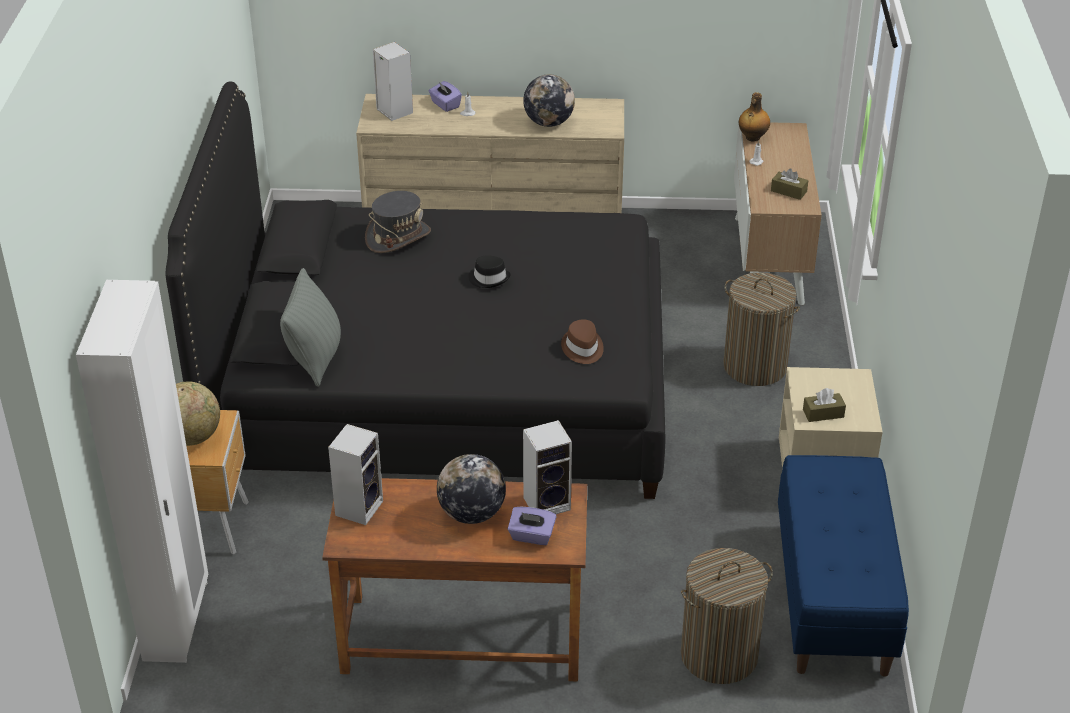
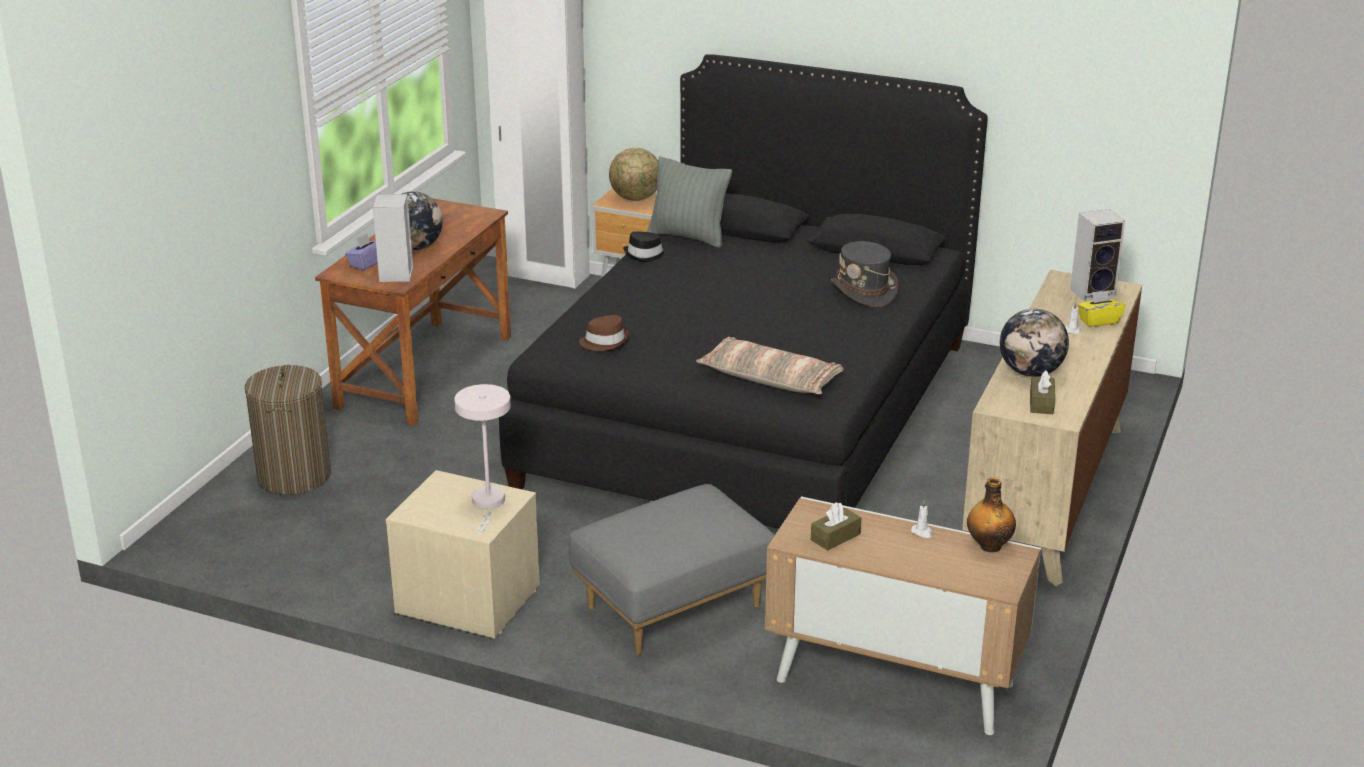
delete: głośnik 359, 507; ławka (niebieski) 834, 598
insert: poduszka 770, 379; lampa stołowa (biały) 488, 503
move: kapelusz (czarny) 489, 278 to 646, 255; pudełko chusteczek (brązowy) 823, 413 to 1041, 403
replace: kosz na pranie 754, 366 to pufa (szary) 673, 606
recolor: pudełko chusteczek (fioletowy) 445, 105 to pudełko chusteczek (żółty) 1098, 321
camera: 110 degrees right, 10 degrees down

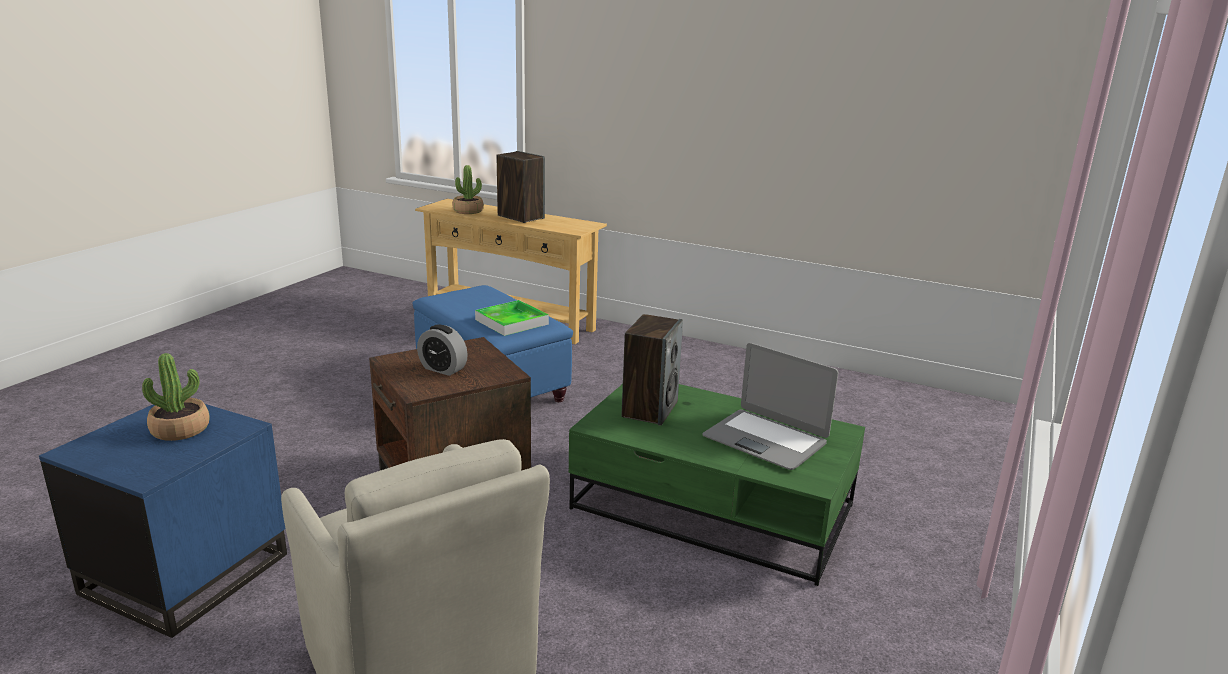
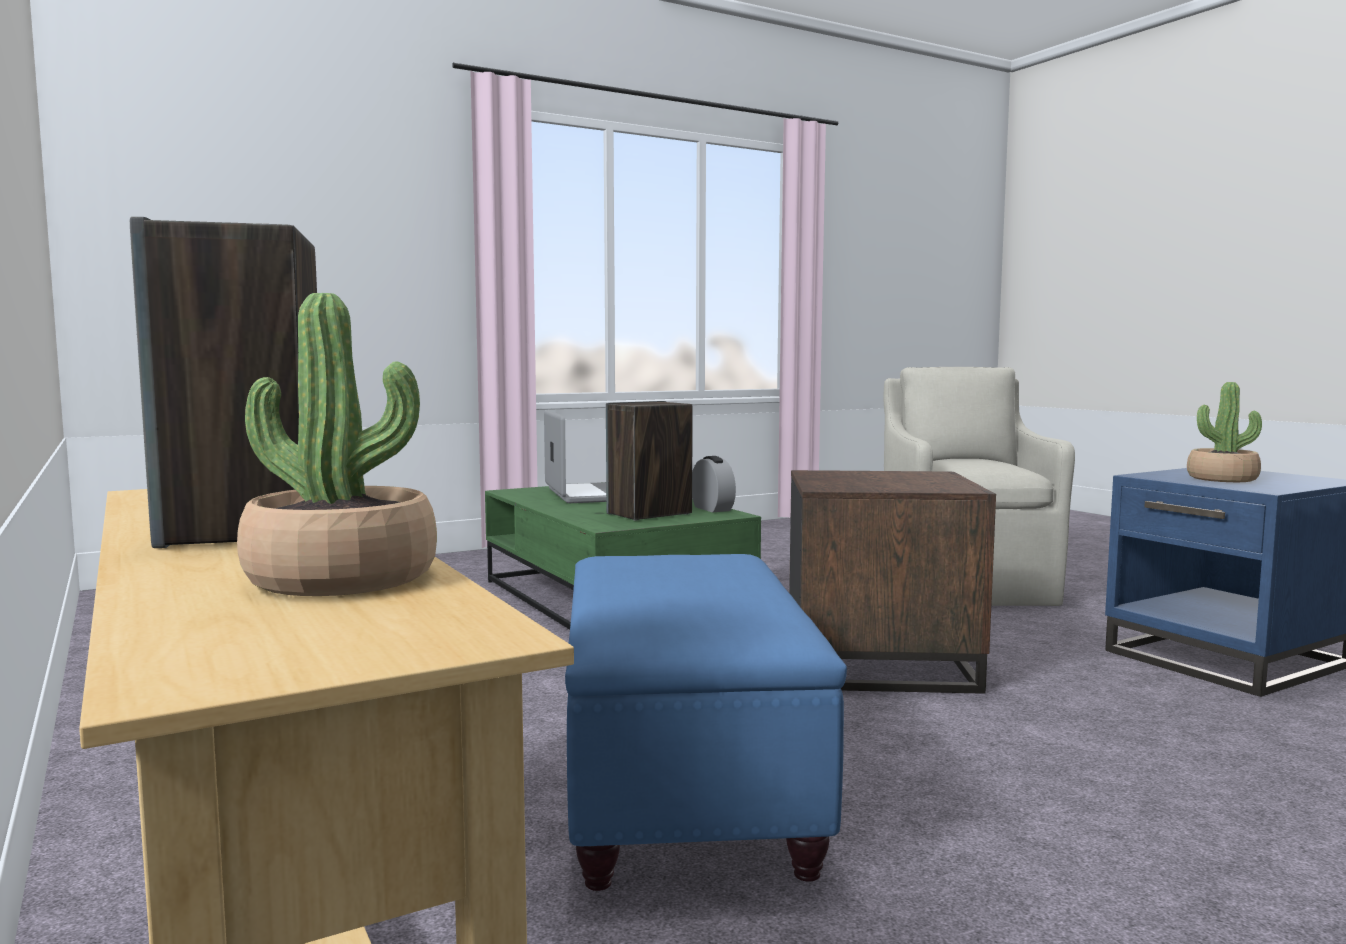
delete: taca 511, 322
move: budzik 443, 369 to 712, 509
camera: 145 degrees left, 15 degrees down

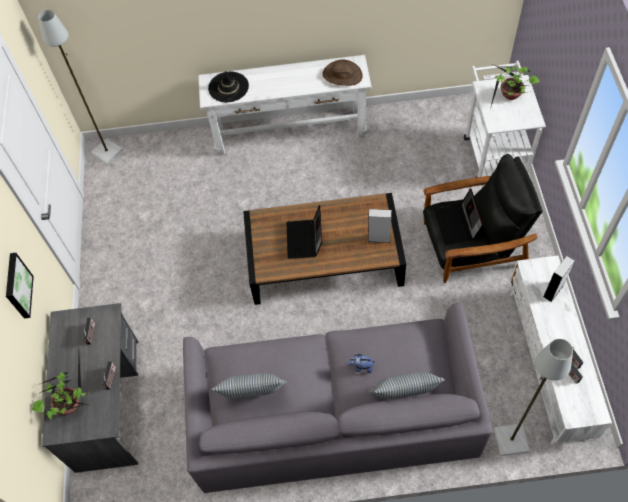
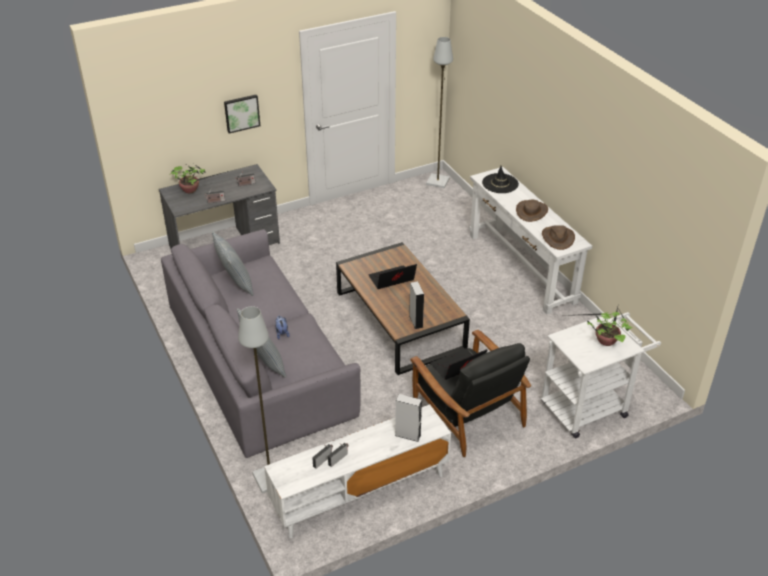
insert: kapelusz (brązowy) 531, 211
camera: 65 degrees right, 20 degrees down

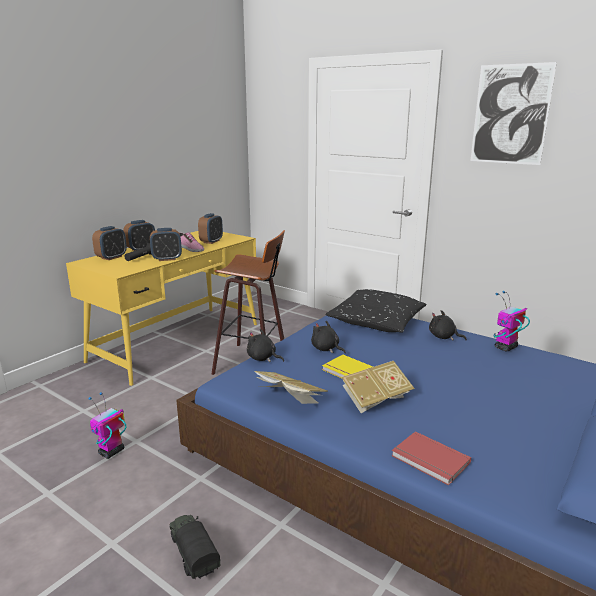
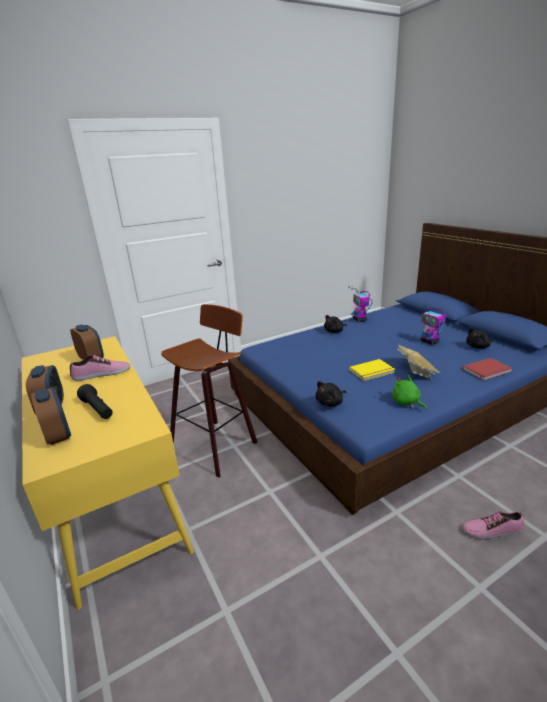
delete: obraz 510, 114; budzik 167, 259; poduszka (czarny) 376, 320
move: pluszak (czarny) 326, 349 to 478, 346; robot zabawkowy 111, 452 to 429, 342
replace: książka 289, 400 to pluszak (zielony) 407, 402; ciężarówka zabawkowa 193, 554 to but 491, 529
camera: 65 degrees left, 5 degrees up

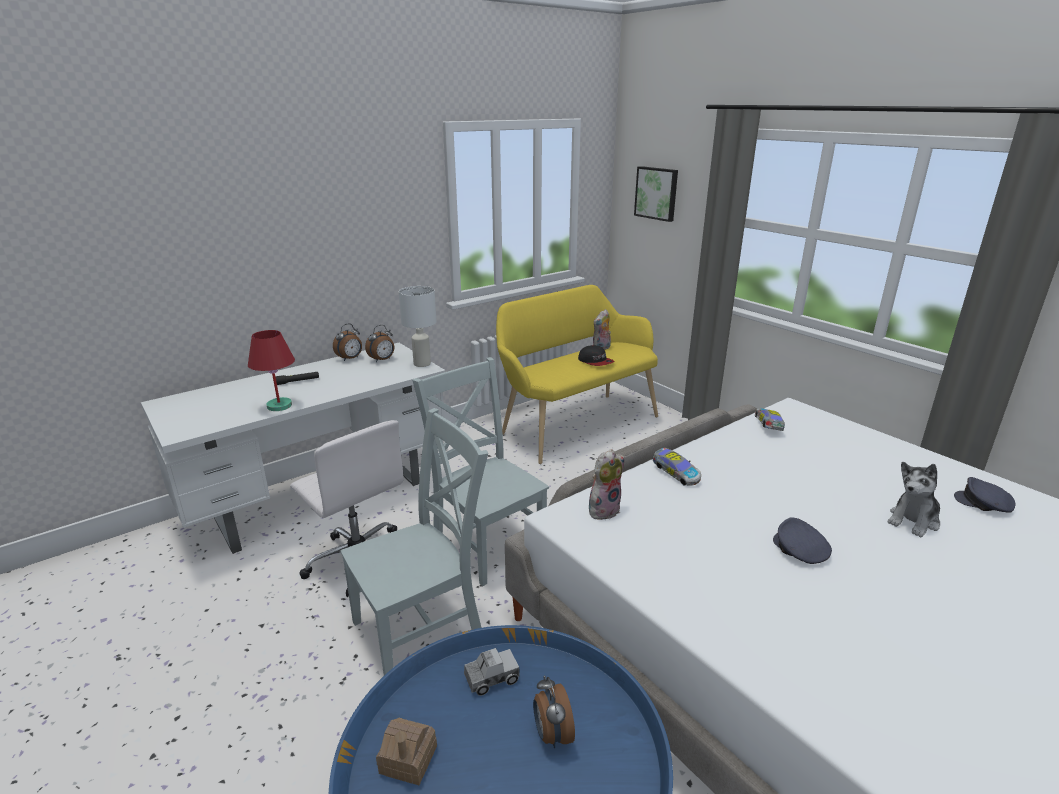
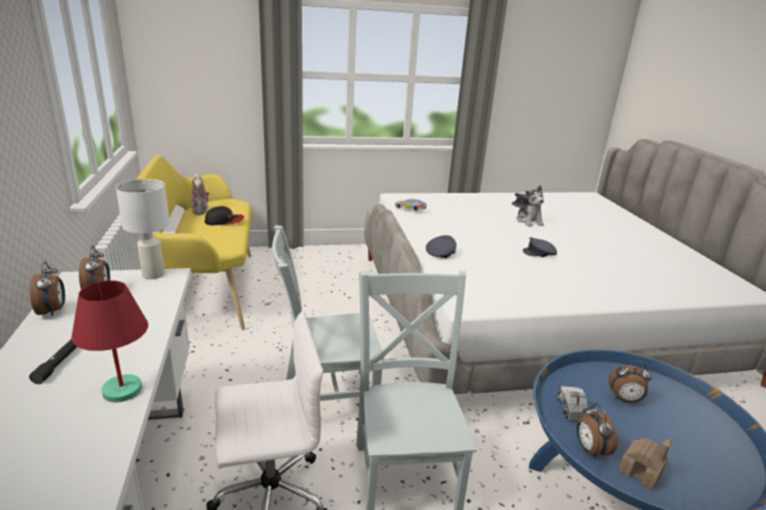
delete: obraz 657, 193; pluszak 603, 509
insert: budzik 589, 450
replace: samochodzik 674, 474 to czapka z daszkiem (szary) 440, 253
camera: 65 degrees left, 0 degrees up

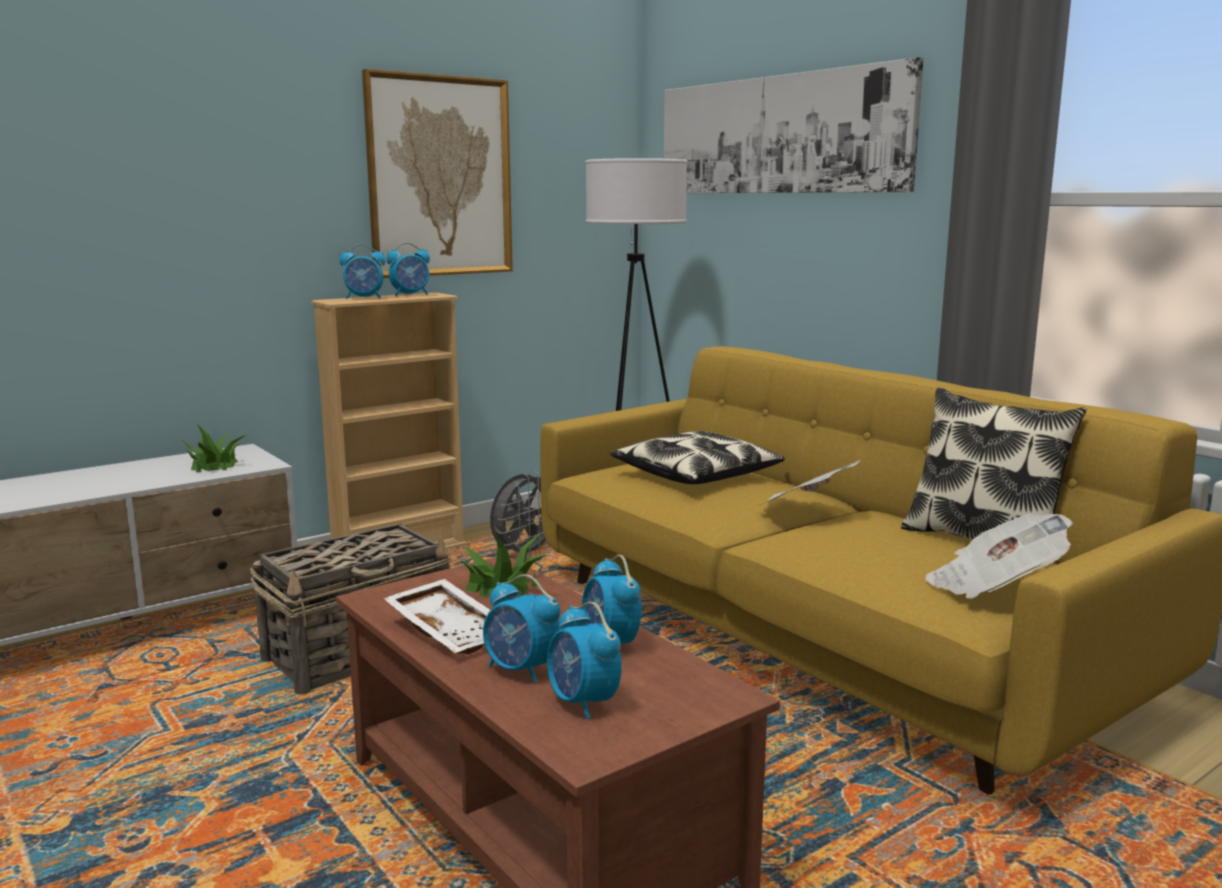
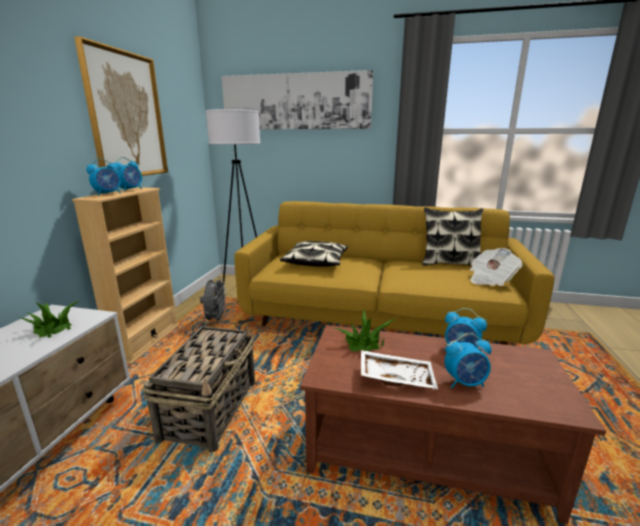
delete: gazeta 806, 509; budzik 583, 703
camera: 40 degrees left, 5 degrees up

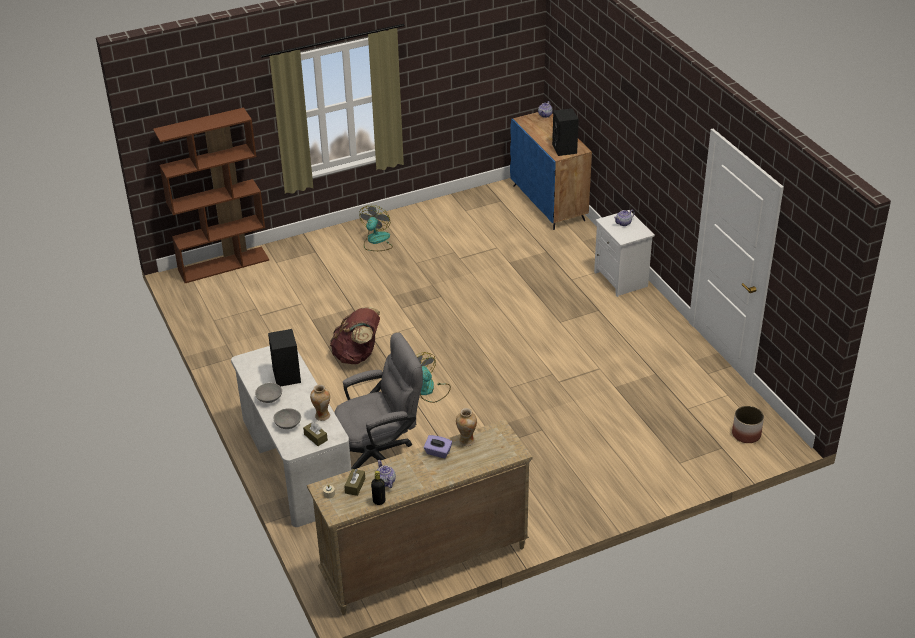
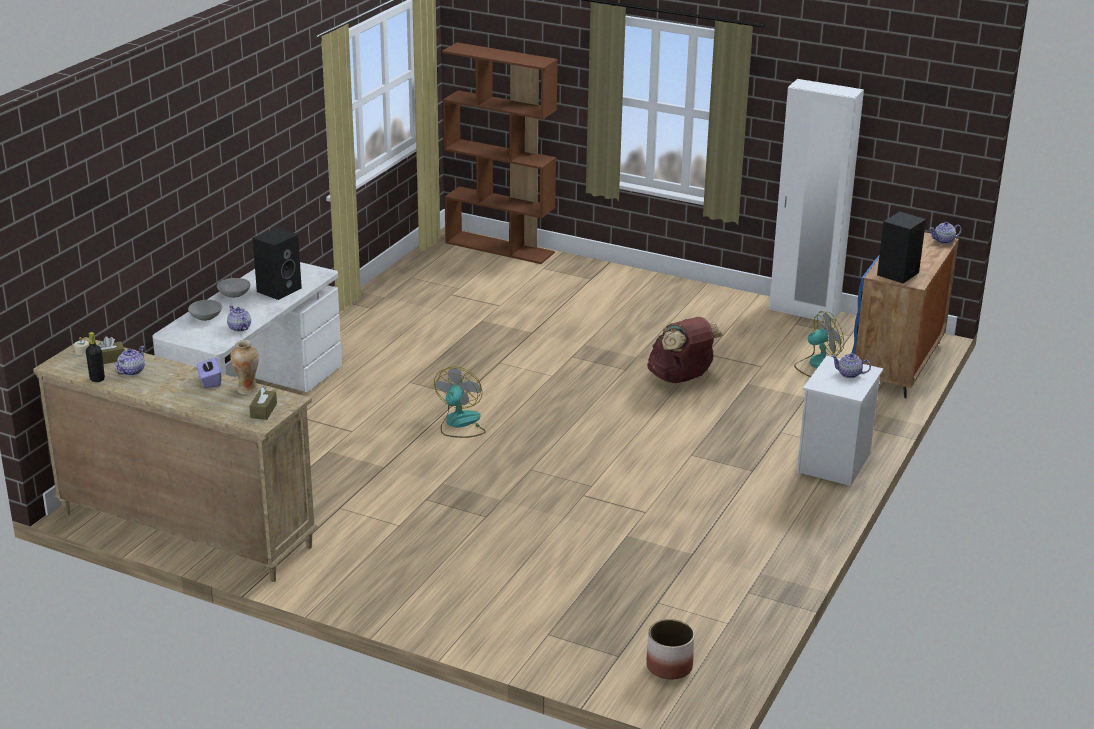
delete: krzesło biurowe (szary) 380, 454
insert: szafa (biały) 804, 311
move: wentylator 376, 241 to 818, 365; plecak (brązowy) 357, 355 to 681, 378; pudełko chusteczek (brązowy) 315, 437 to 263, 411
replace: wazon 322, 416 to imbryk 239, 328
camera: 50 degrees right, 10 degrees down

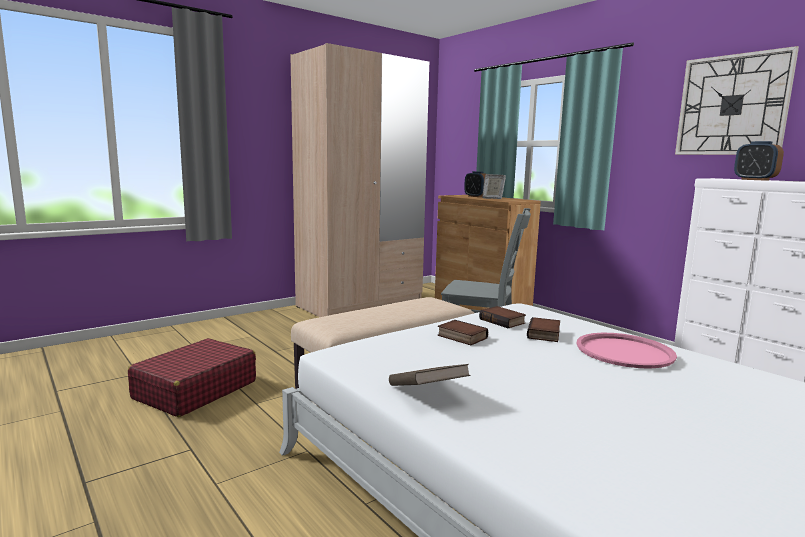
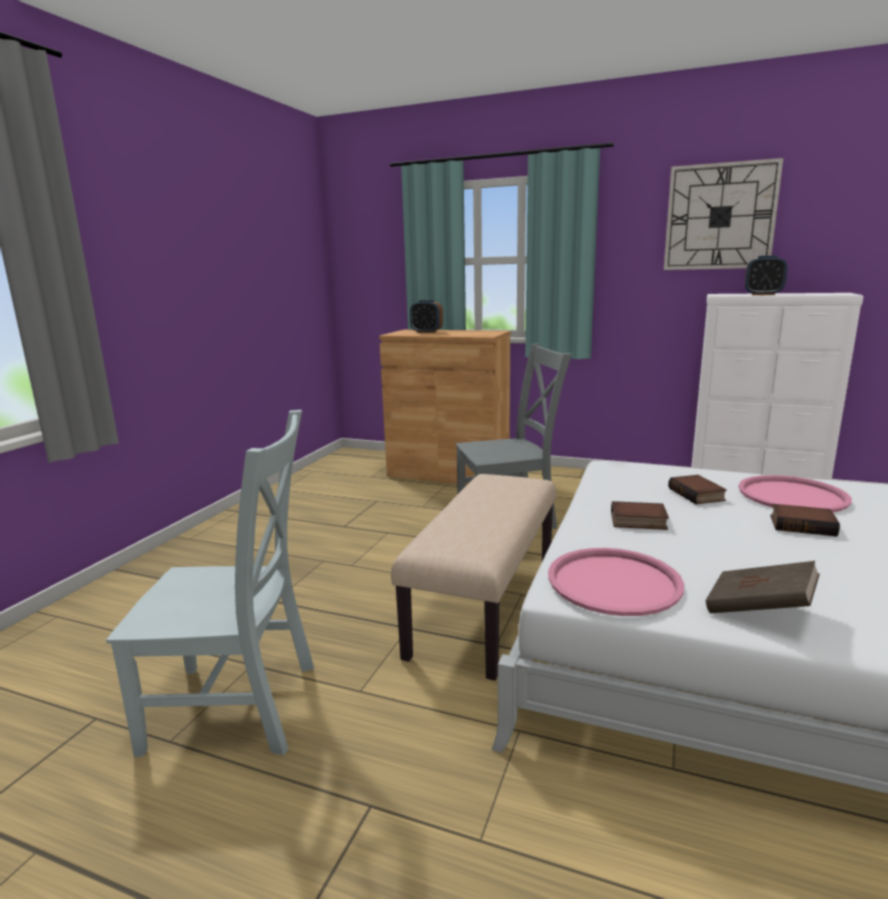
delete: szafa (beżowy) 360, 305; ramka na zdjęcie 492, 198
insert: taca (różowy) 613, 582
move: książka 503, 321 to 803, 525
replace: walizka (czerwony) 195, 390 to krzesło (szary) 240, 707
camera: 30 degrees left, 5 degrees up

